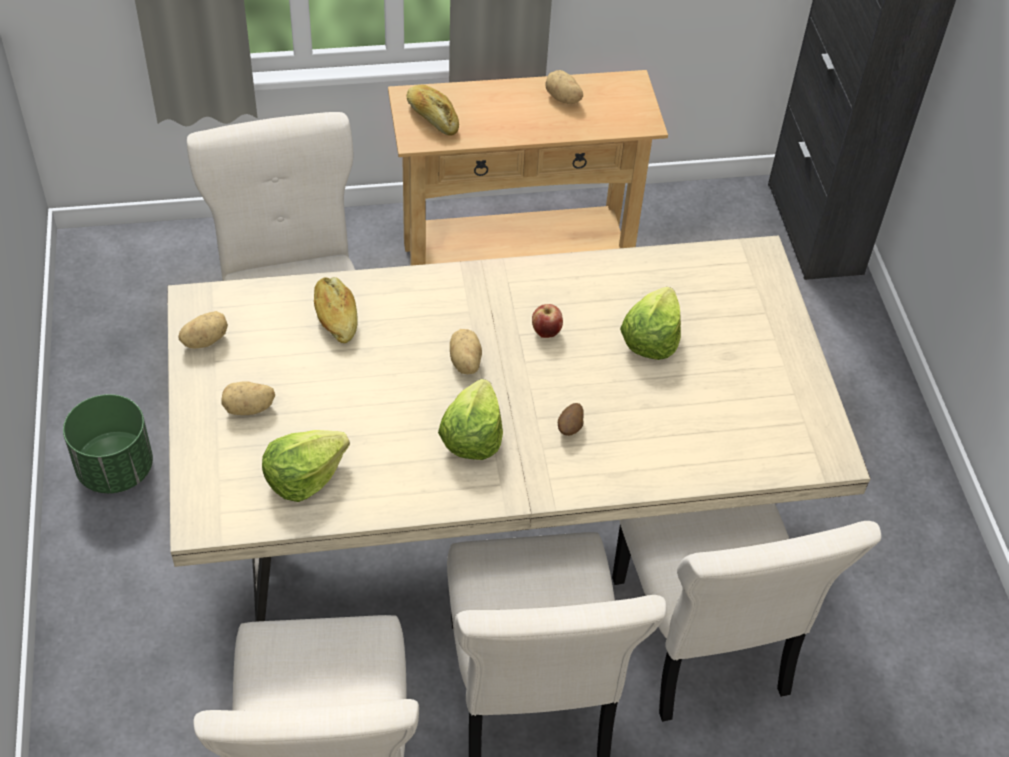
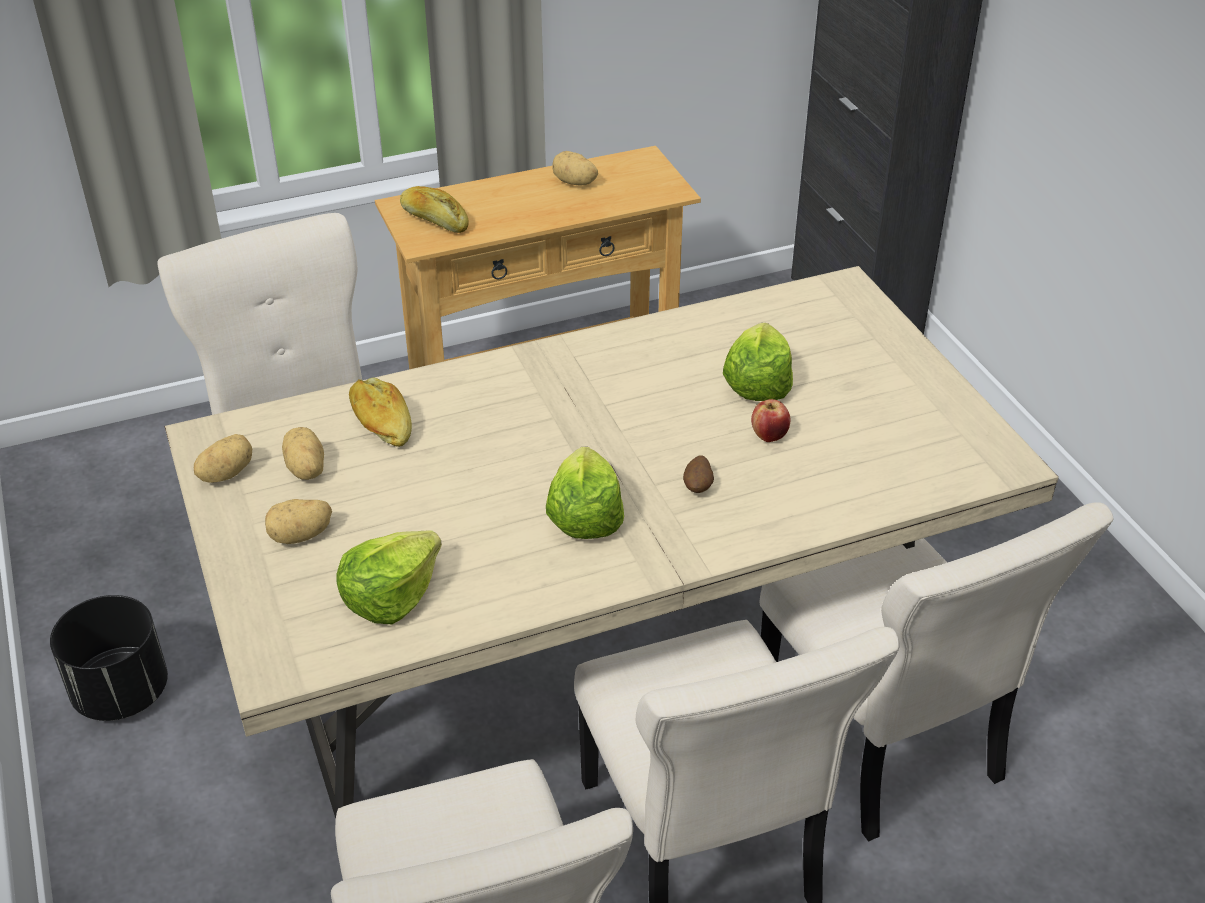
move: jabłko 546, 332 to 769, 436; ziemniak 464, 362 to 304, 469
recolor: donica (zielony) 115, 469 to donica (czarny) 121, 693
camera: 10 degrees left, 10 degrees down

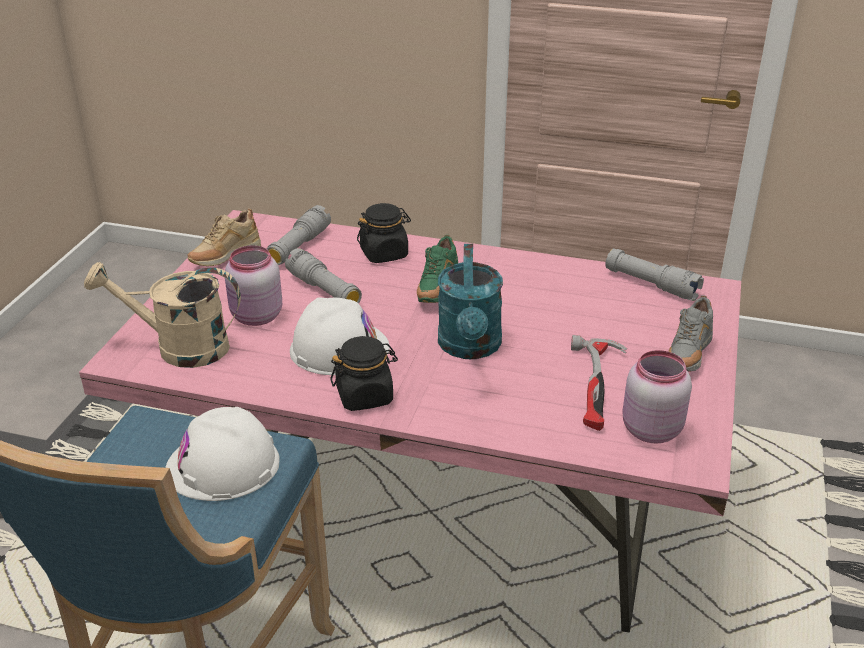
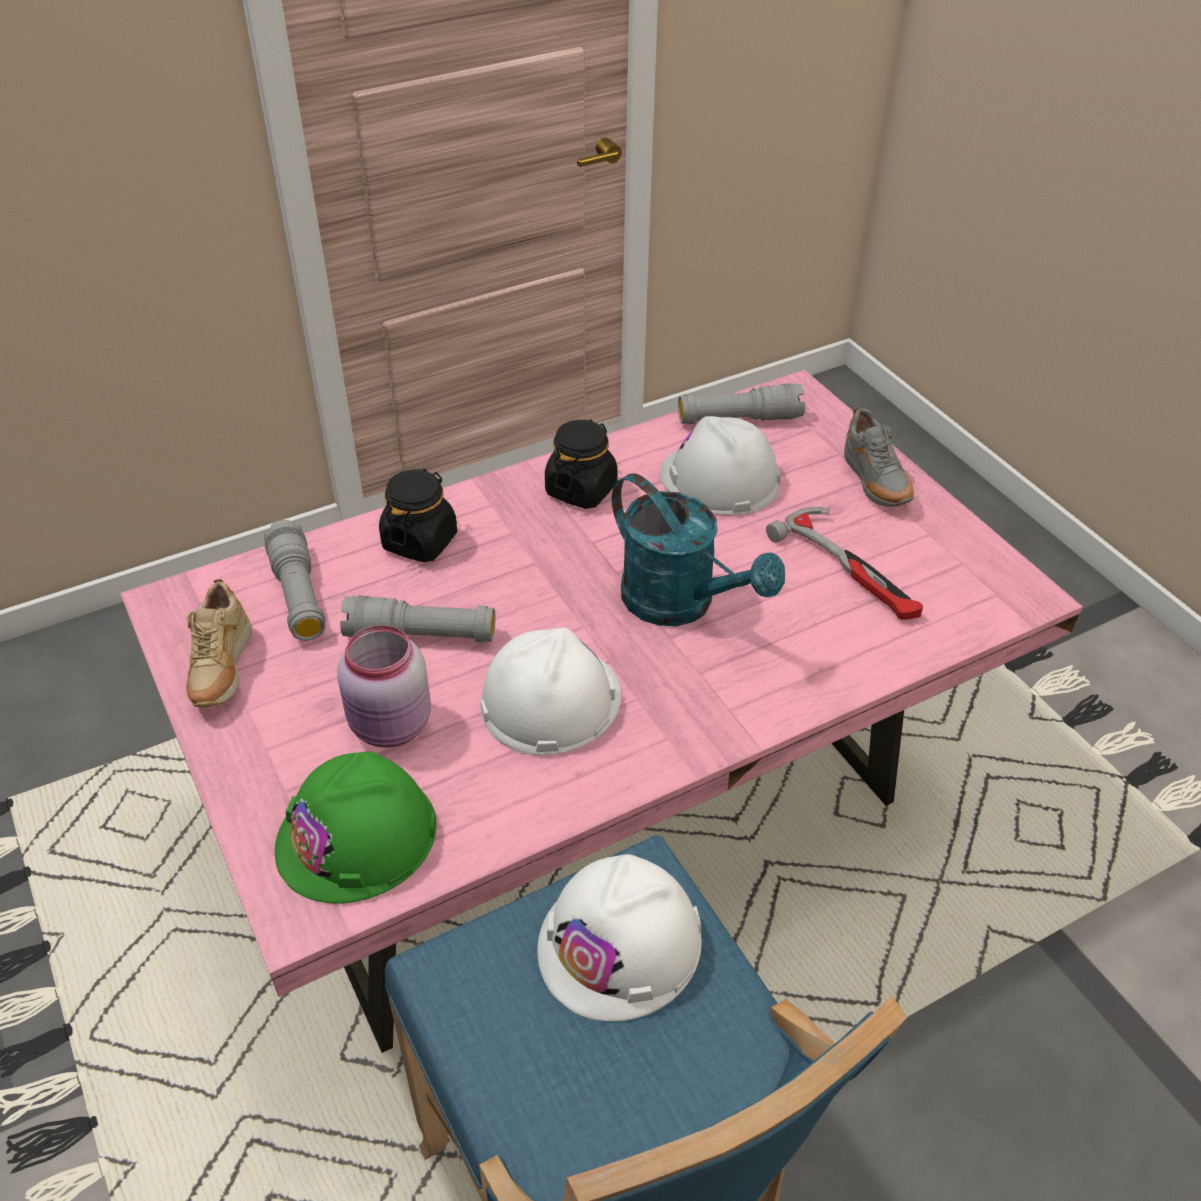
delete: but (zielony) 437, 291; słoik (różowy) 649, 429
insert: kask (biały) 719, 479
move: słoik (czarny) 365, 396 to 581, 489
replace: konewka (beżowy) 179, 347 to kask (zielony) 357, 836
camera: 45 degrees left, 10 degrees up

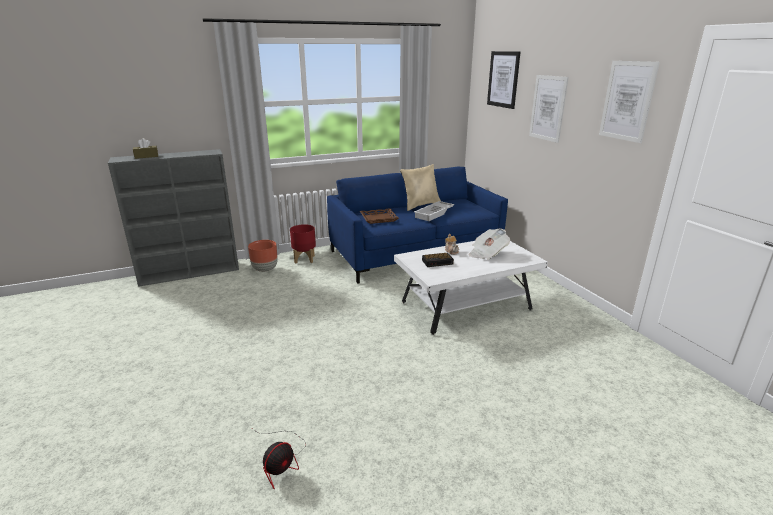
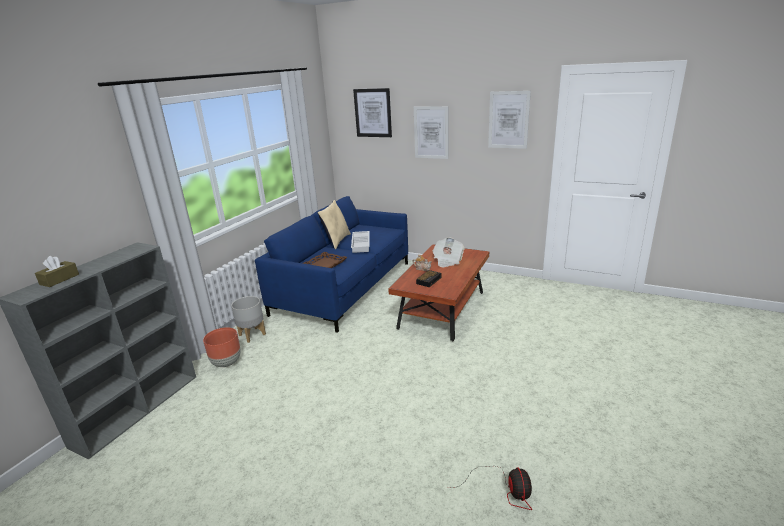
recolor: donica (czerwony) 304, 259 to donica (szary) 252, 335; ława (biały) 465, 306 to ława (brązowy) 442, 310
camera: 40 degrees left, 0 degrees up

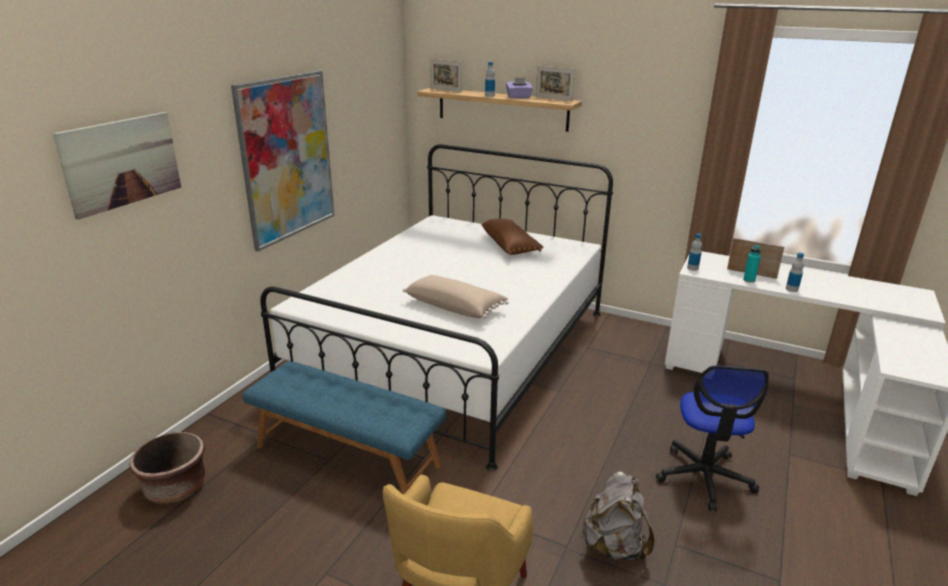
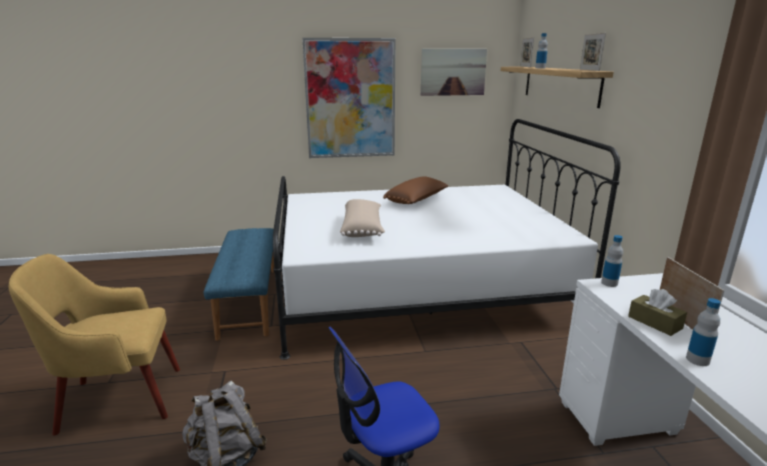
delete: pudełko chusteczek (fioletowy) 519, 97; donica (brązowy) 175, 488
move: obraz 122, 162 to 453, 72; poduszka (brązowy) 510, 246 to 417, 200
replace: butelka (turkusowy) 749, 280 to pudełko chusteczek (brązowy) 654, 322
camera: 55 degrees right, 5 degrees down

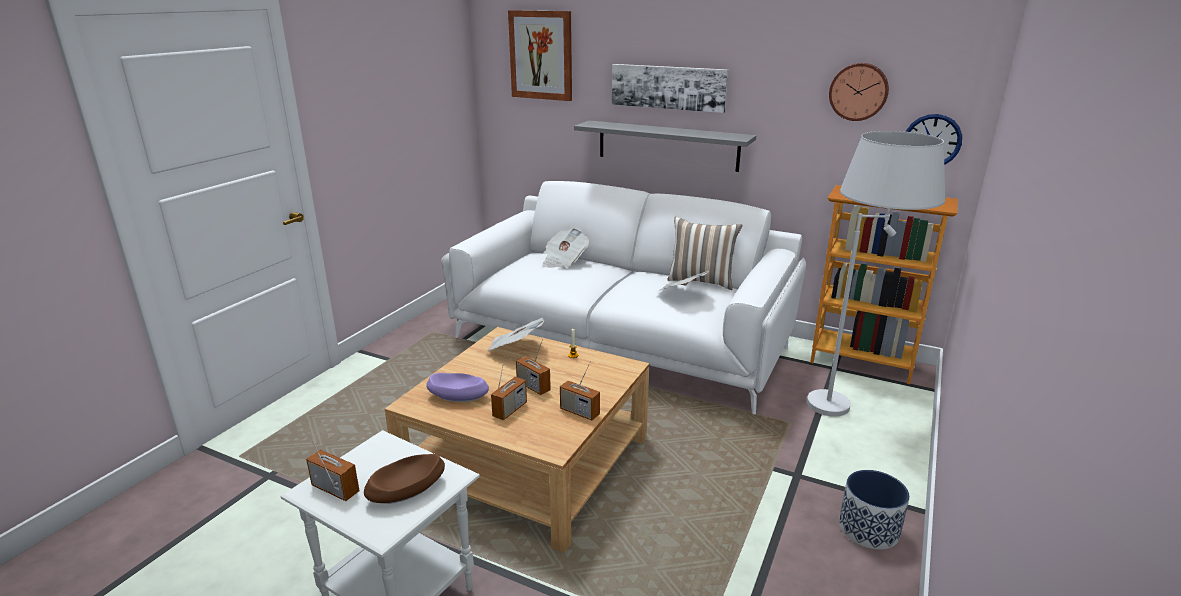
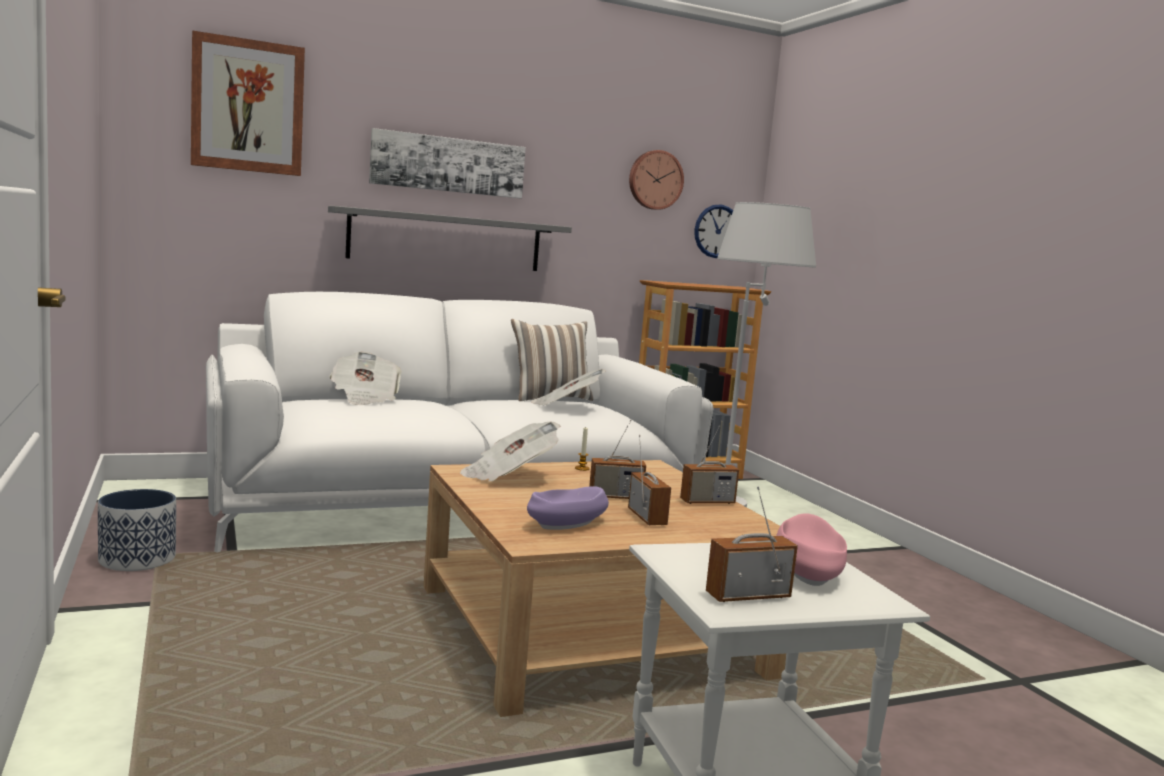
move: donica 868, 529 to 137, 559
recolor: miska (brązowy) 407, 490 to miska (różowy) 807, 570
camera: 50 degrees left, 15 degrees down

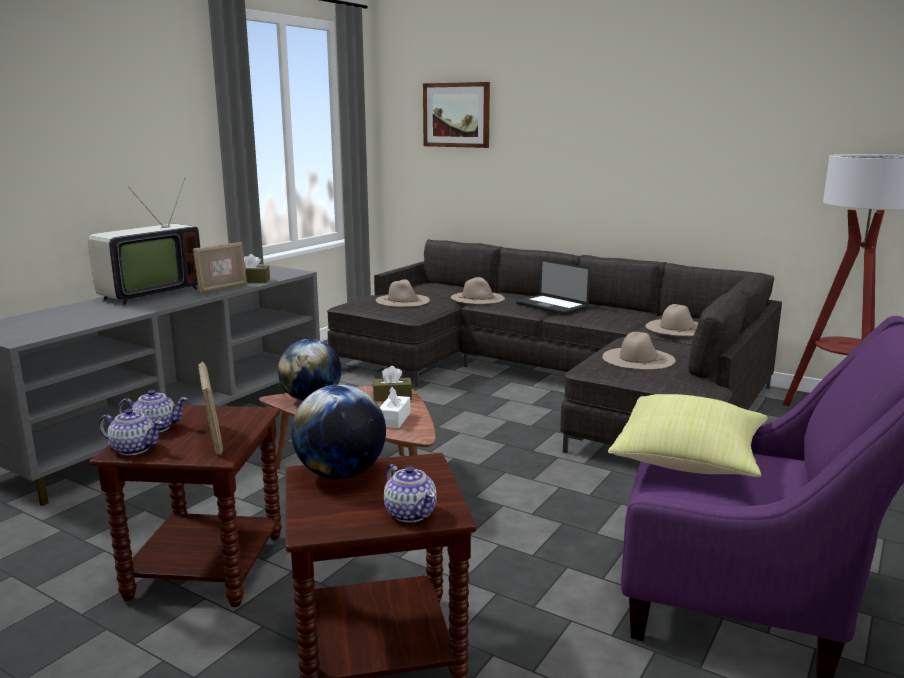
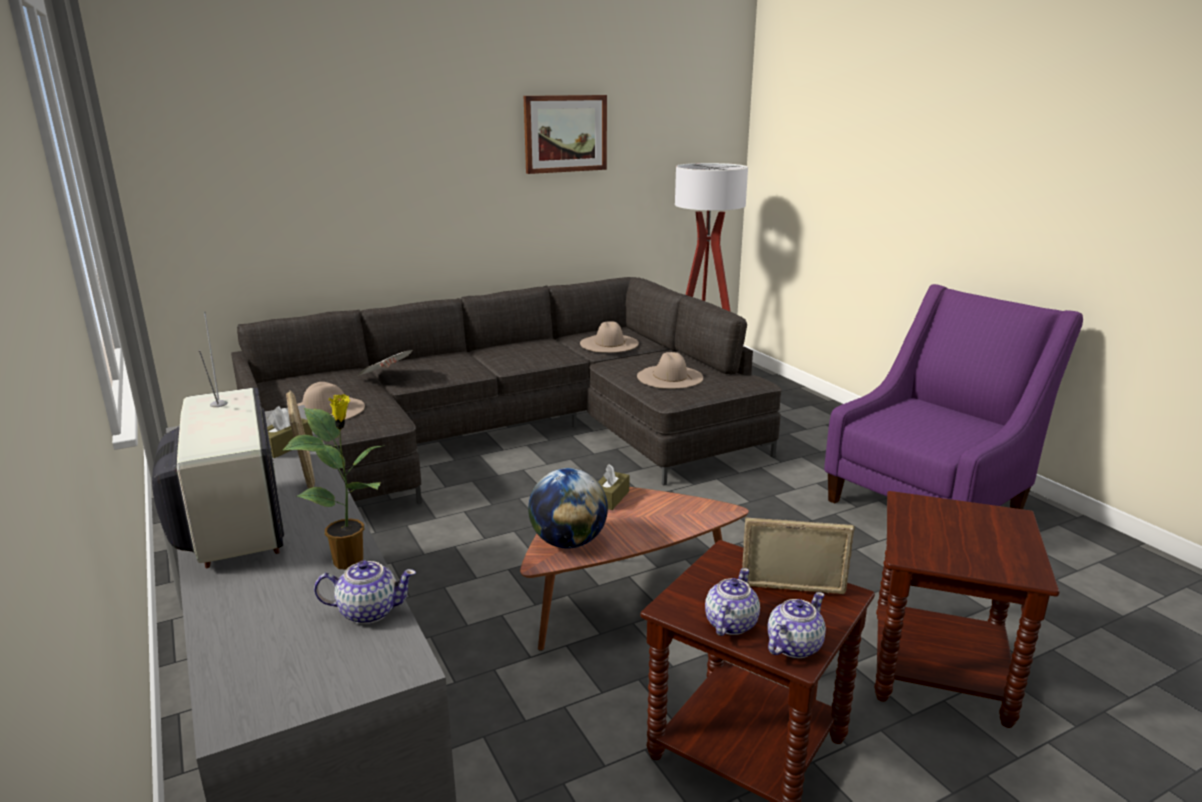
delete: laptop 551, 306; globus 341, 474; pudełko chusteczek (biały) 394, 419; poduszka (żółty) 689, 462
insert: roślina doniczkowa 351, 561
move: obraz 456, 115 to 565, 133; imbryk 410, 513 to 368, 611
replace: kapelusz (beżowy) 477, 298 to gazeta 386, 377
camera: 60 degrees left, 5 degrees up

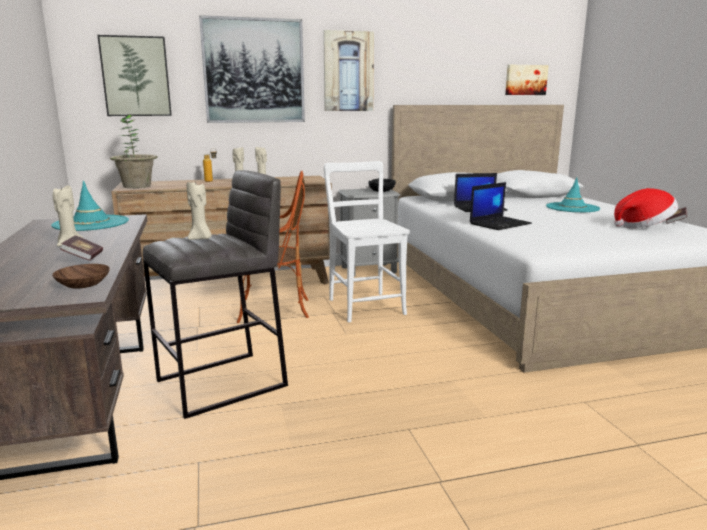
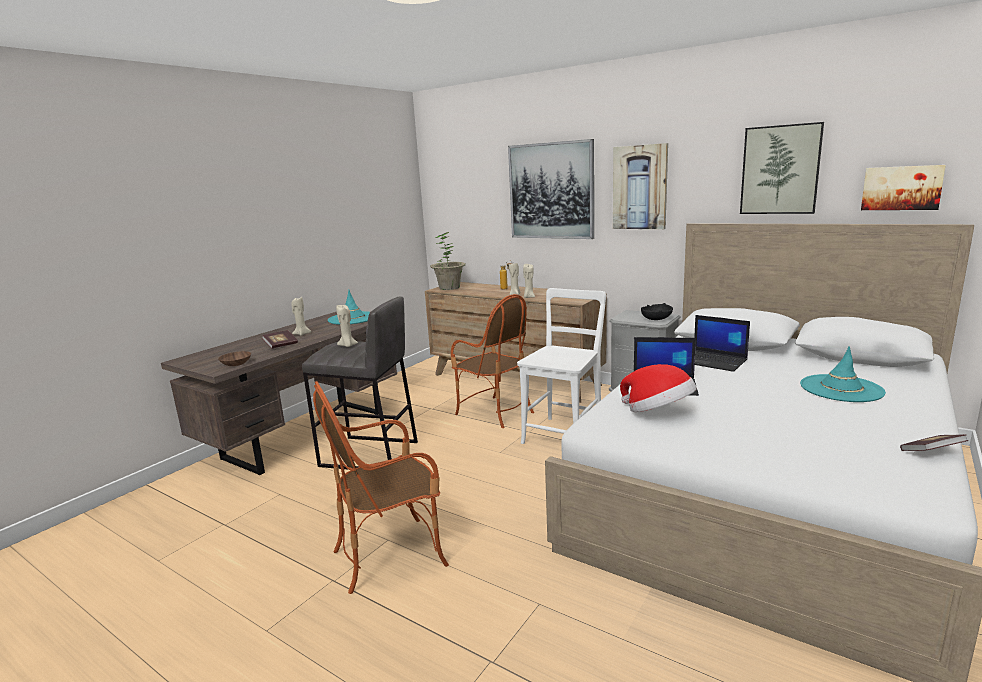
insert: fotel 390, 554
move: obraz 136, 76 to 780, 170; kapelusz 644, 226 to 658, 412
camera: 50 degrees right, 0 degrees up

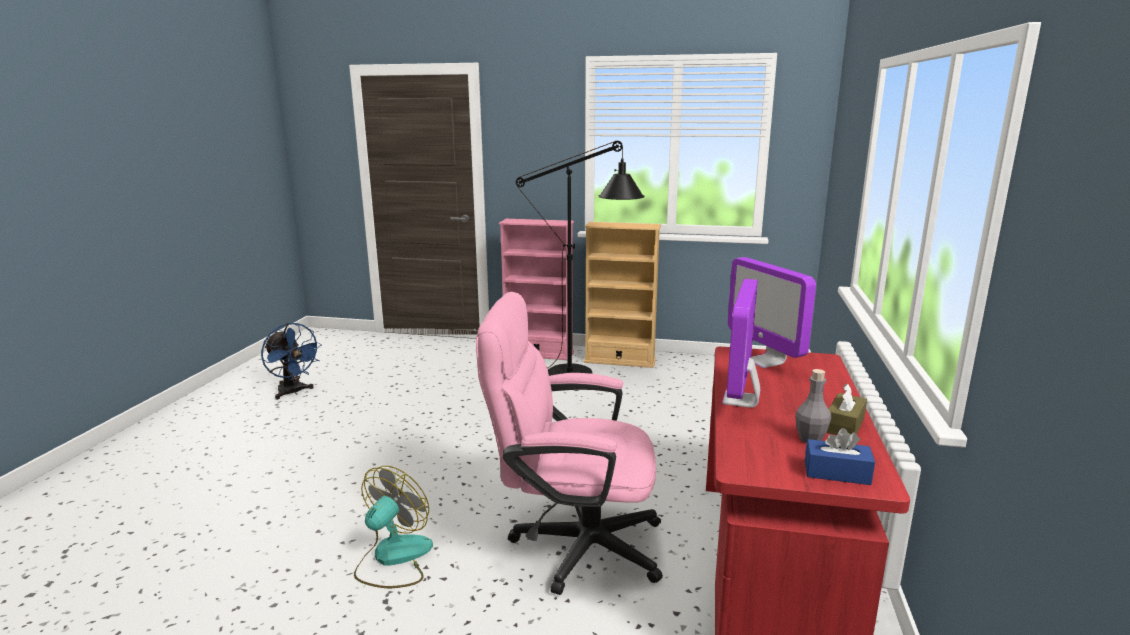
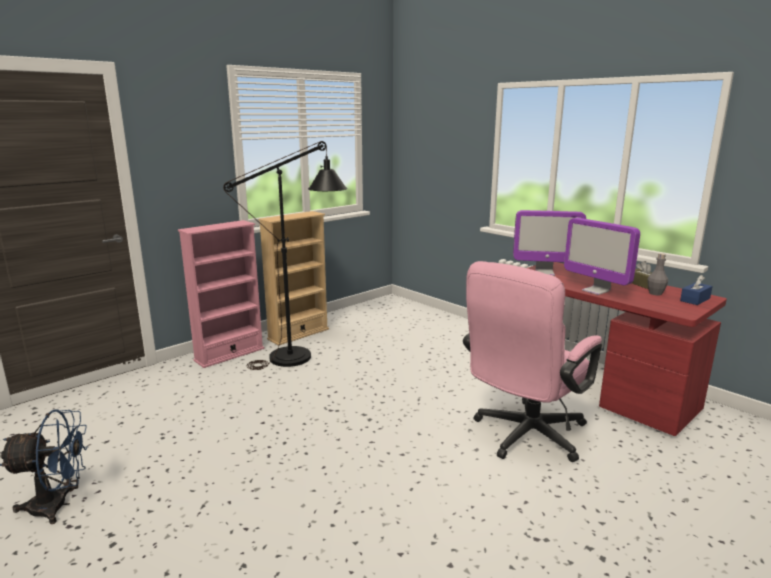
delete: wentylator 393, 558
camera: 55 degrees left, 0 degrees up

